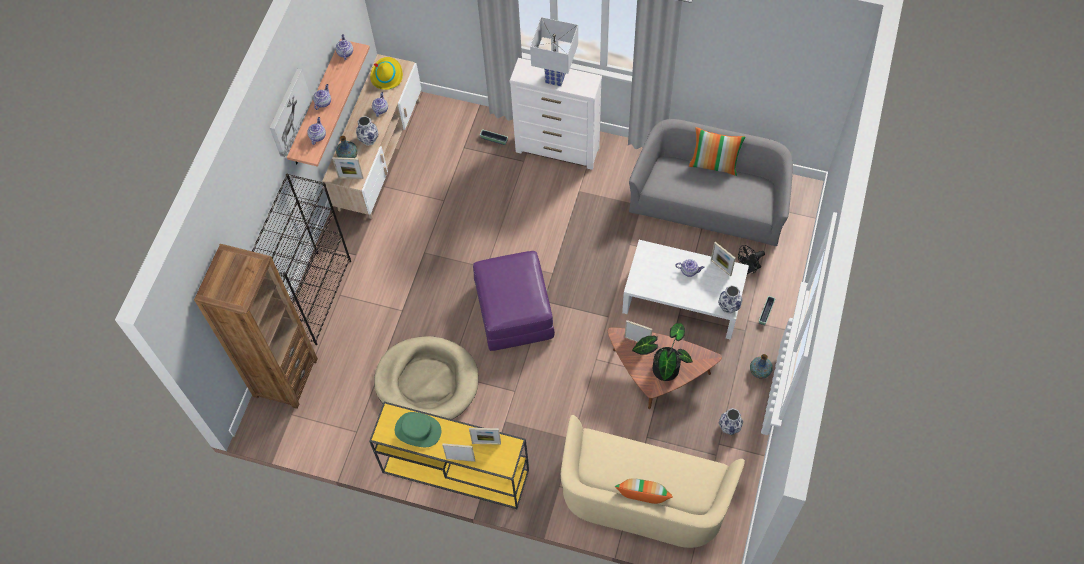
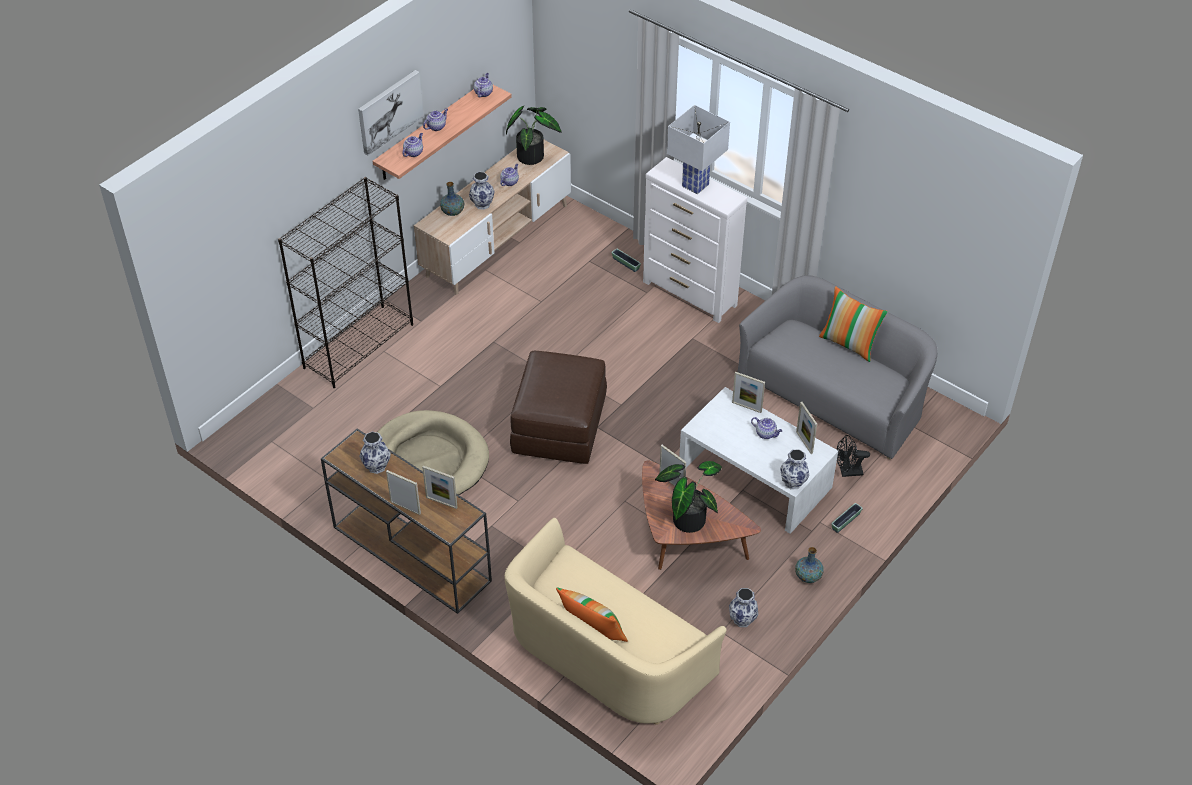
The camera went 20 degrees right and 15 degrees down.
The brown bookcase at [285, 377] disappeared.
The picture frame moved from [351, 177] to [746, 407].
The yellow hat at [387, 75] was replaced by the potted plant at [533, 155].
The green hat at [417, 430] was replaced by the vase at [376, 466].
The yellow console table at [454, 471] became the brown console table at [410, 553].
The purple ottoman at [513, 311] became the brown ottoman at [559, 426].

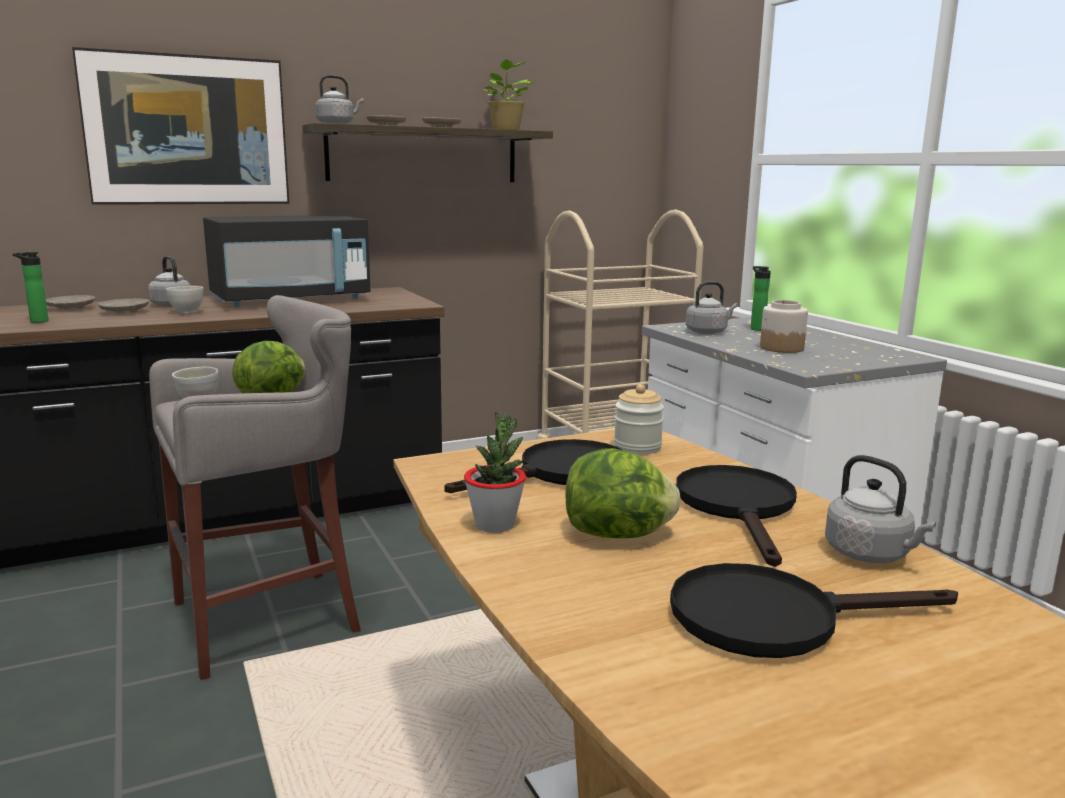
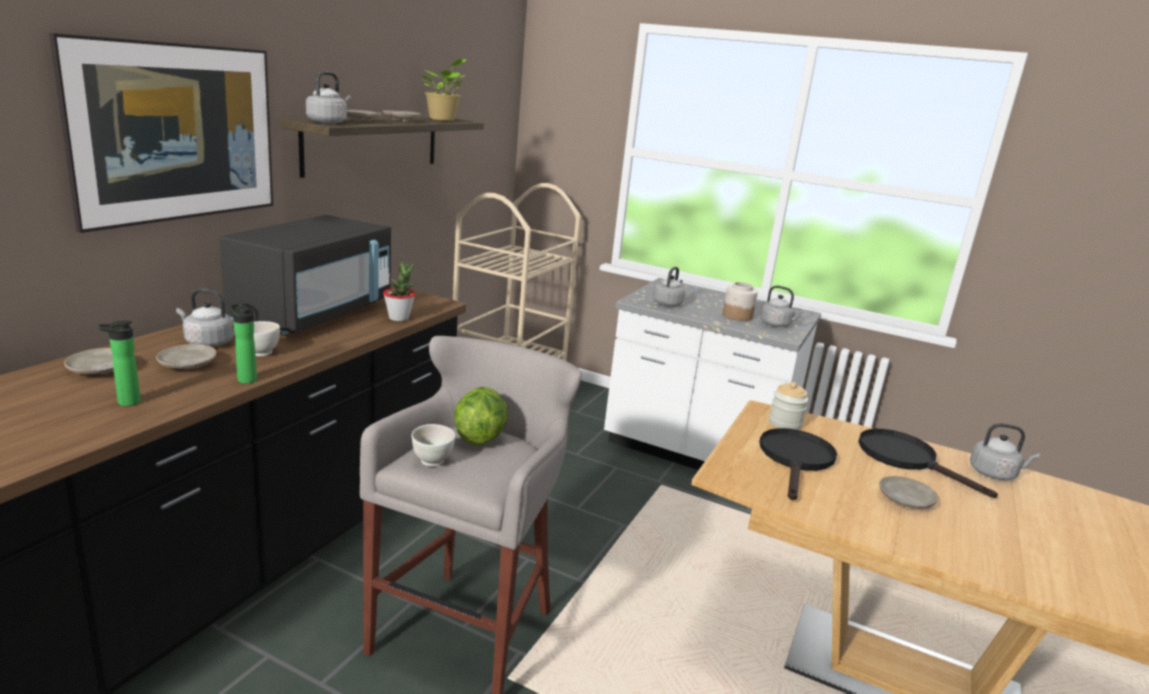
The camera went 40 degrees left and 5 degrees up.
The black frying pan at [774, 617] disappeared.
The grey kettle at [777, 325] appeared.
The potted plant moved from [495, 525] to [399, 318].
The bottle moved from [756, 329] to [245, 379].
The lettuce at [618, 535] was replaced by the beige plate at [904, 500].

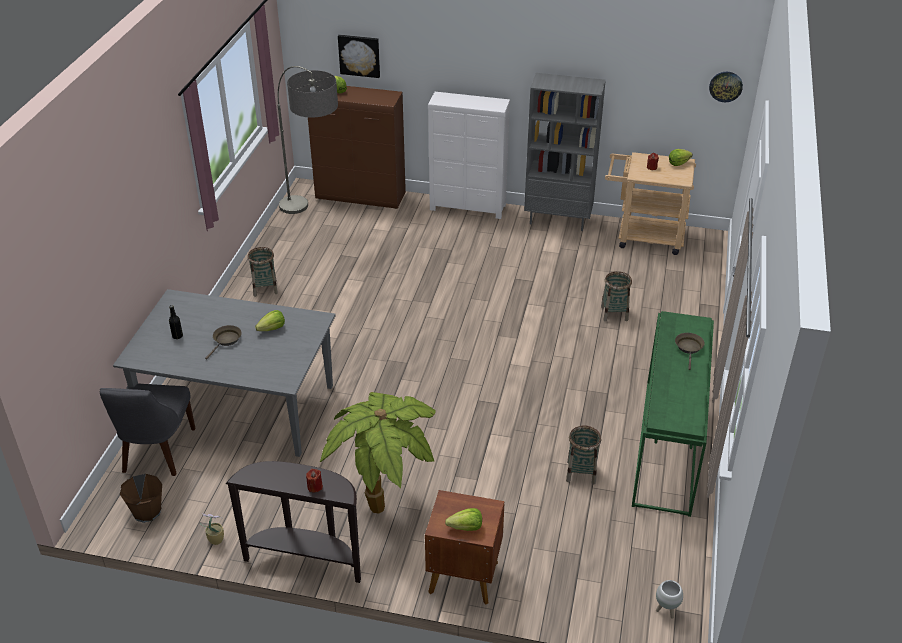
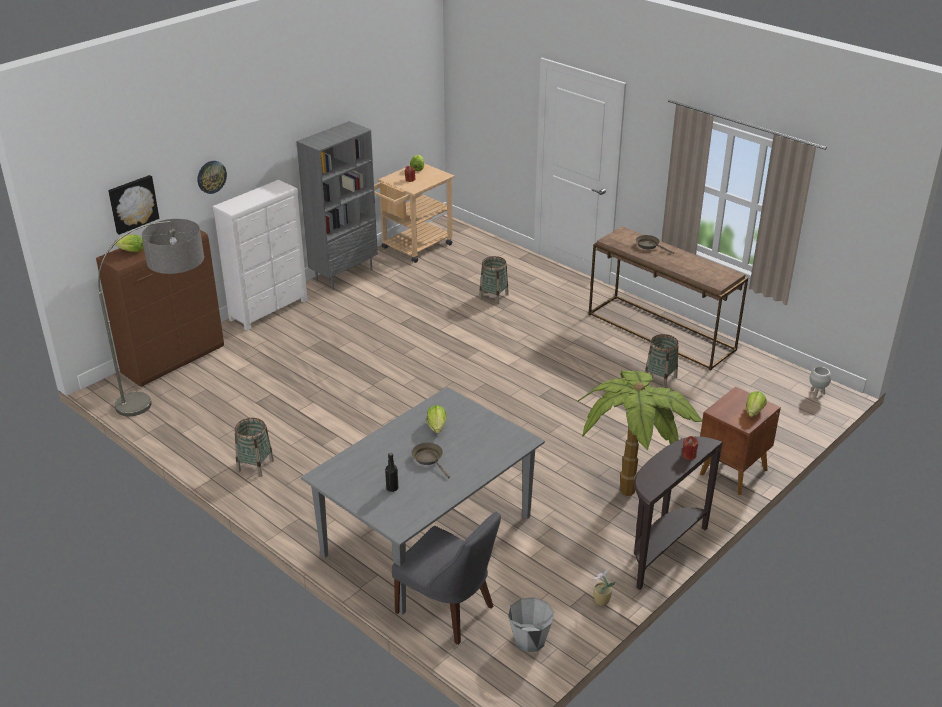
The camera went 60 degrees left and 5 degrees down.
The wall clock moved from [725, 86] to [211, 176].
The brown bucket at [146, 511] became the grey bucket at [530, 640].
The green console table at [668, 447] became the brown console table at [662, 332].

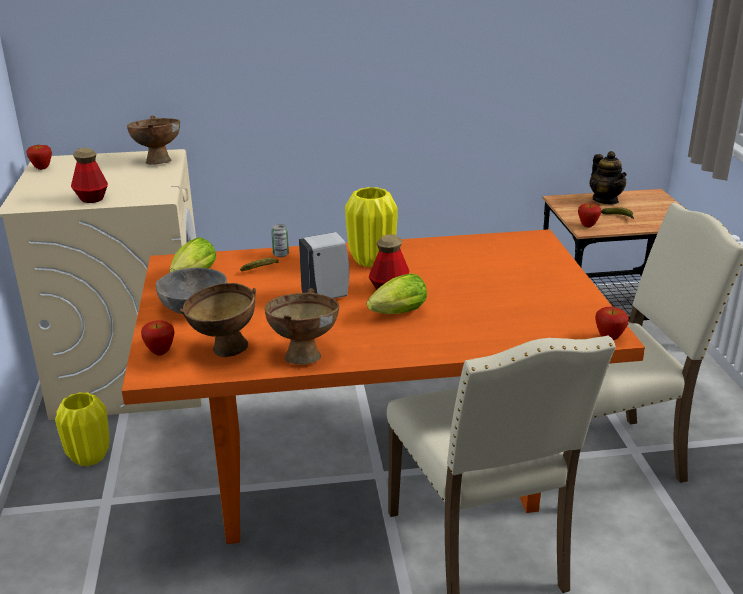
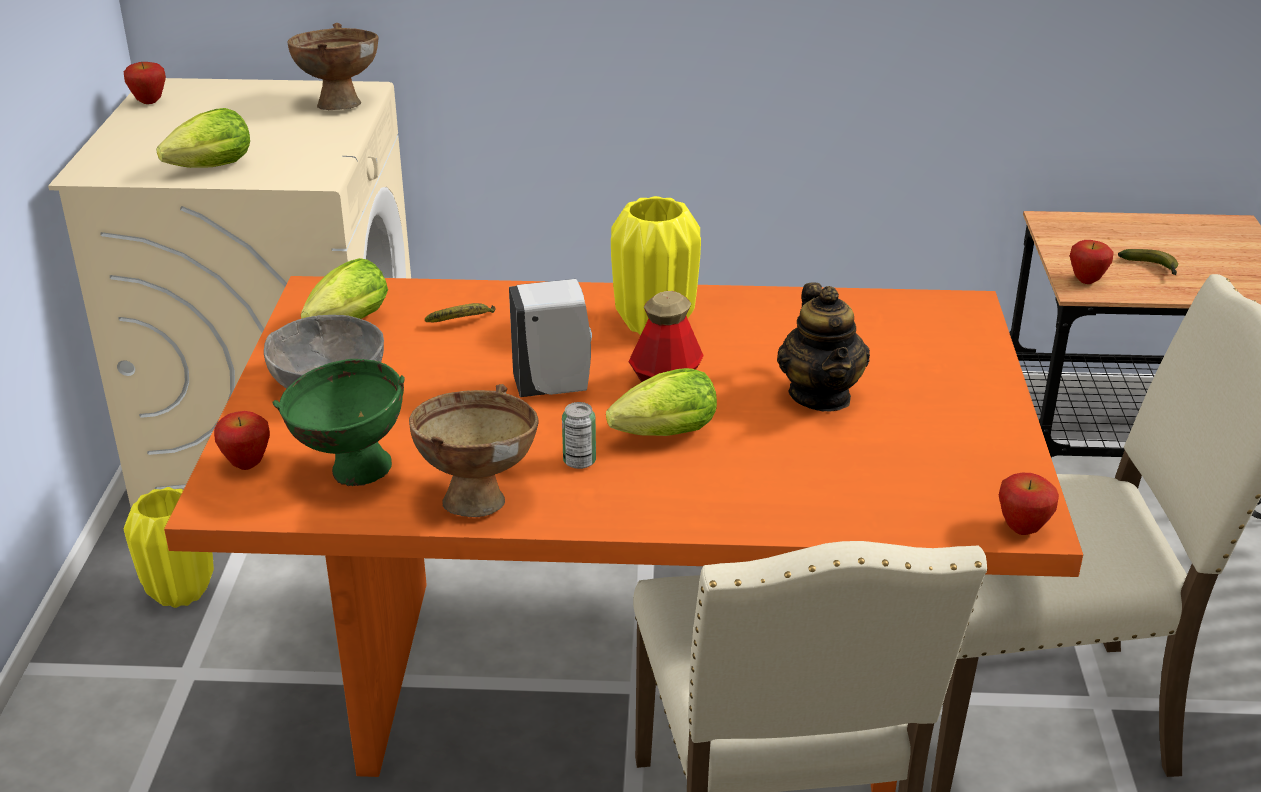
The camera went 10 degrees right and 5 degrees up.
The can moved from [281, 254] to [579, 461].
The teapot moved from [605, 200] to [820, 395].
The bottle at [91, 199] was replaced by the lettuce at [207, 169].
The brown bowl at [222, 350] became the green bowl at [348, 471].

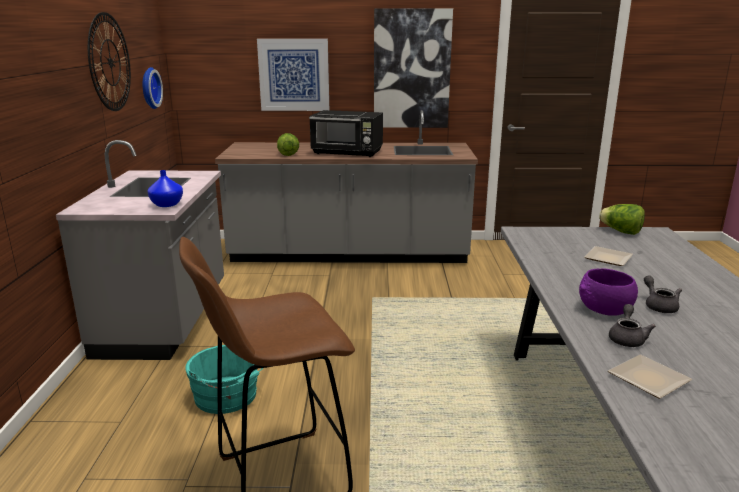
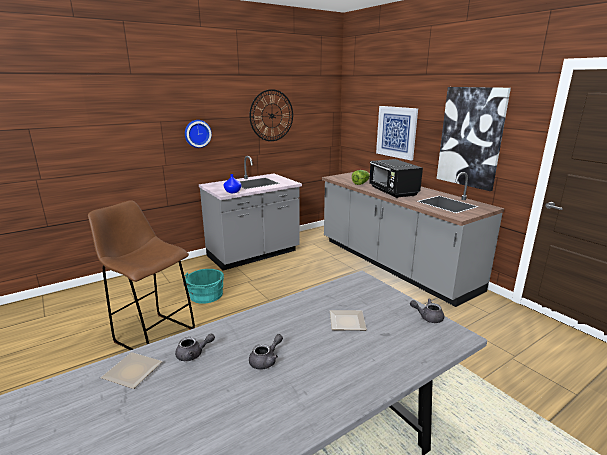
The camera went 55 degrees right and 0 degrees up.
The purple bowl at [604, 310] disappeared.
The wall clock moved from [149, 88] to [197, 133].
The lettuce at [621, 231] was replaced by the grey teapot at [427, 317].

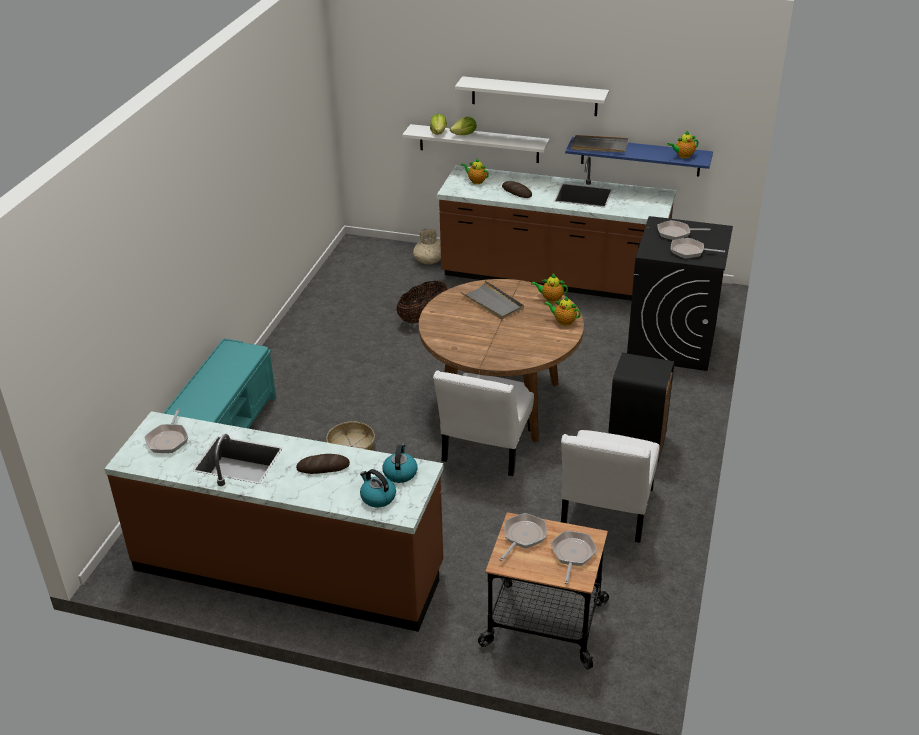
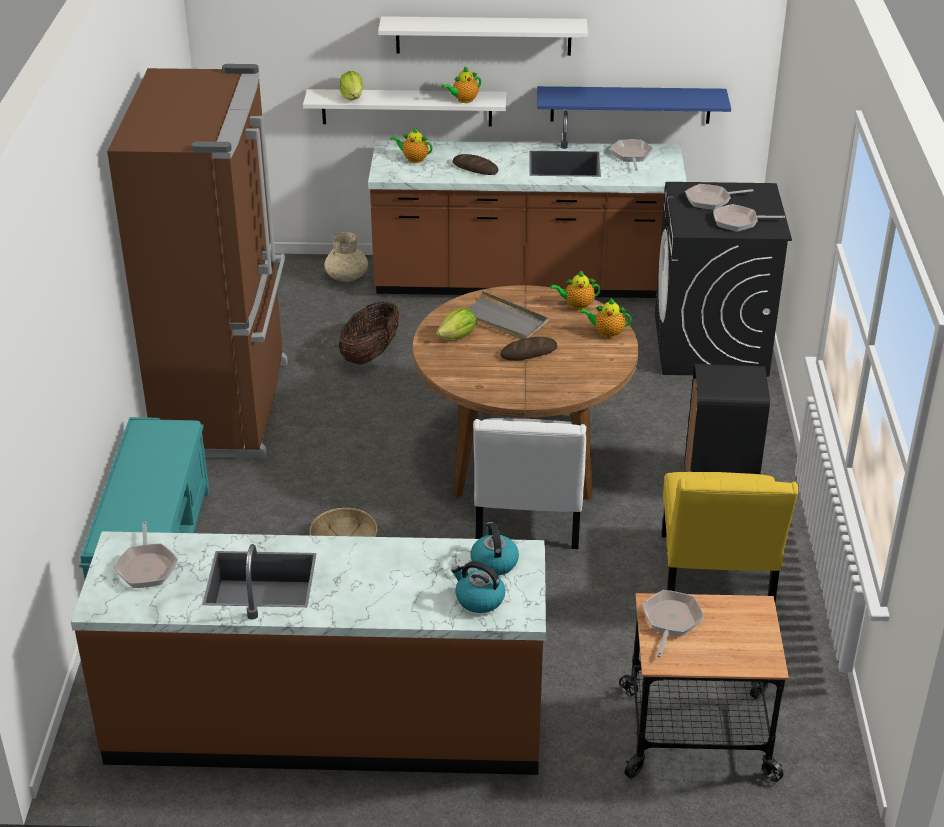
The camera went 15 degrees left and 0 degrees up.
The grey tray at [599, 146] disappeared.
The brown fridge at [227, 407] appeared.
The bread moved from [323, 467] to [528, 352].
The lettuce moved from [464, 134] to [458, 336].
The frying pan moved from [572, 555] to [631, 156].
The teapot moved from [683, 156] to [463, 100].
The white chair at [605, 512] became the yellow chair at [716, 577].

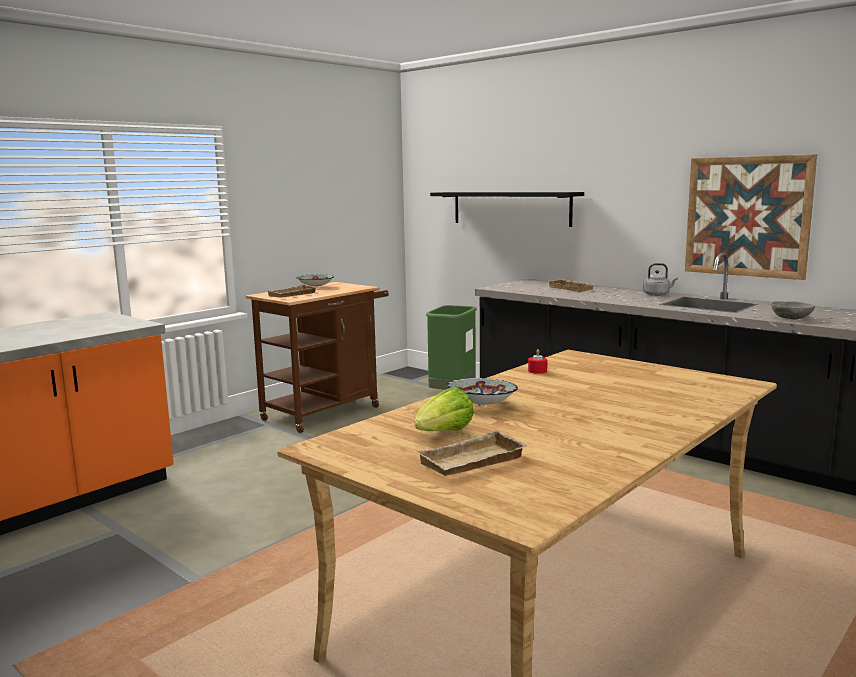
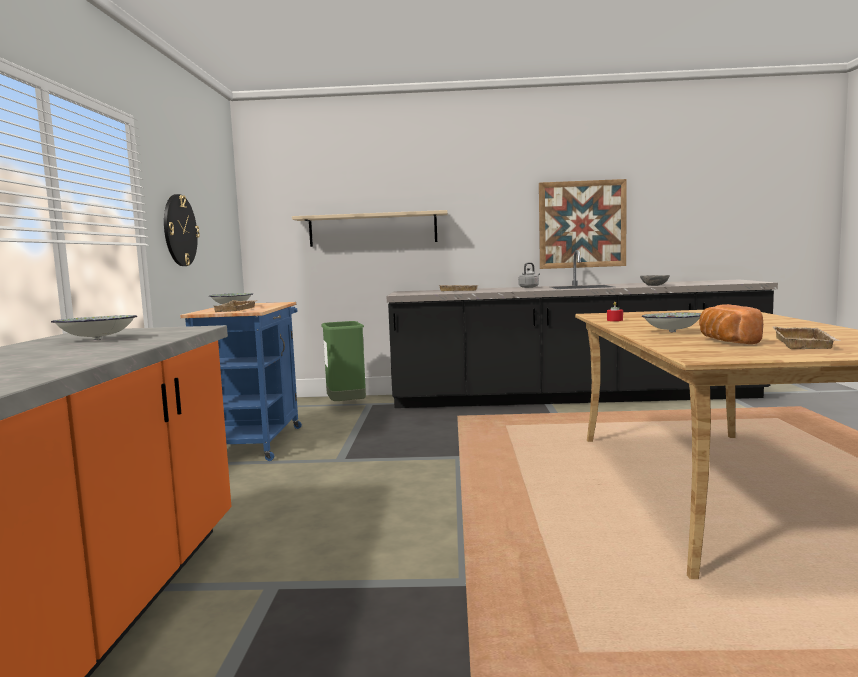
The camera went 40 degrees left and 5 degrees down.
The bowl at [97, 339] appeared.
The wall clock at [179, 230] appeared.
The lettuce at [443, 434] was replaced by the bread at [726, 341].
The brown cart at [326, 411] became the blue cart at [255, 441].
The black shelf at [510, 208] became the beige shelf at [373, 229].

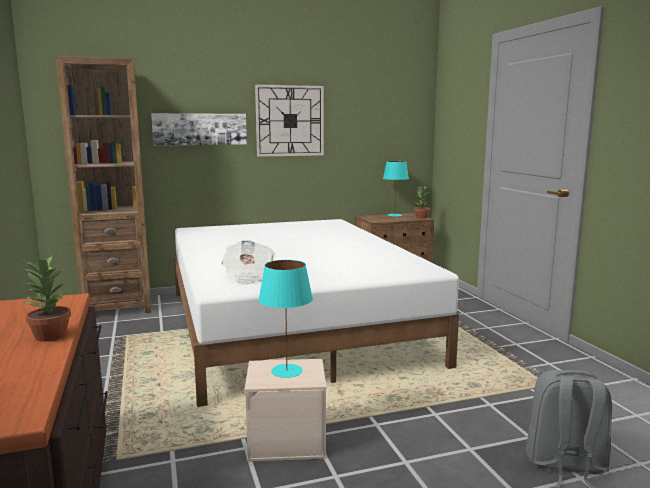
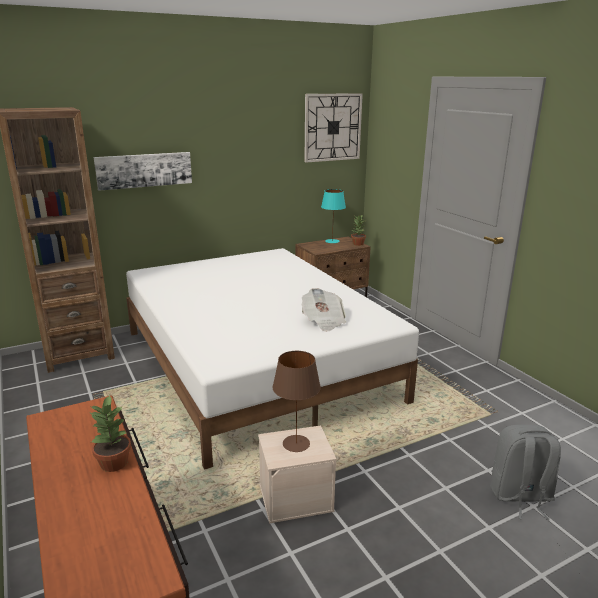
The camera went 10 degrees left and 10 degrees up.
The newspaper moved from [249, 277] to [323, 321].
The wall clock moved from [290, 121] to [332, 127].
The turquoise table lamp at [286, 371] became the brown table lamp at [296, 444].

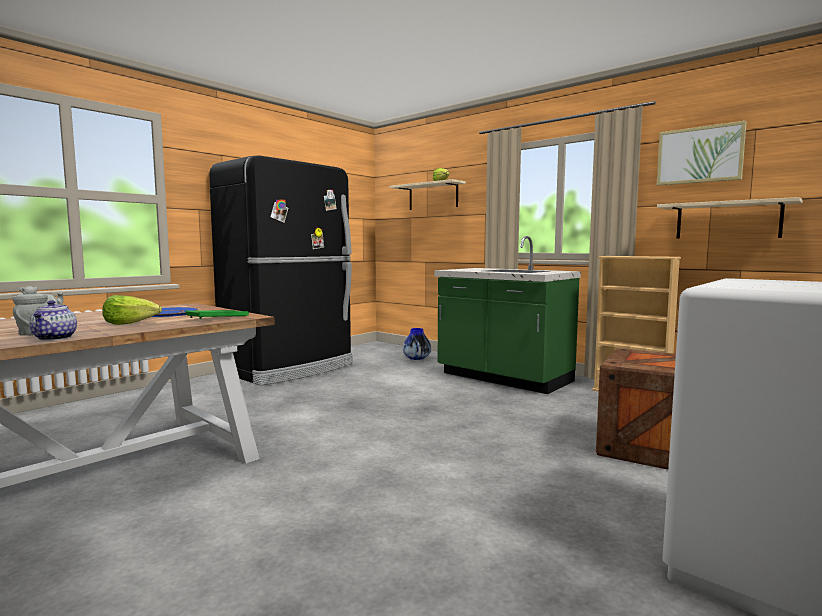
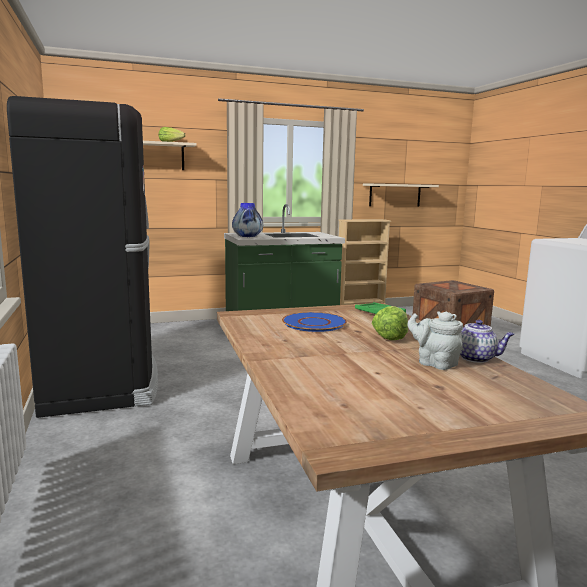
The camera went 60 degrees left and 5 degrees up.
The picture at [699, 155] disappeared.
The vase moved from [416, 359] to [247, 236].

